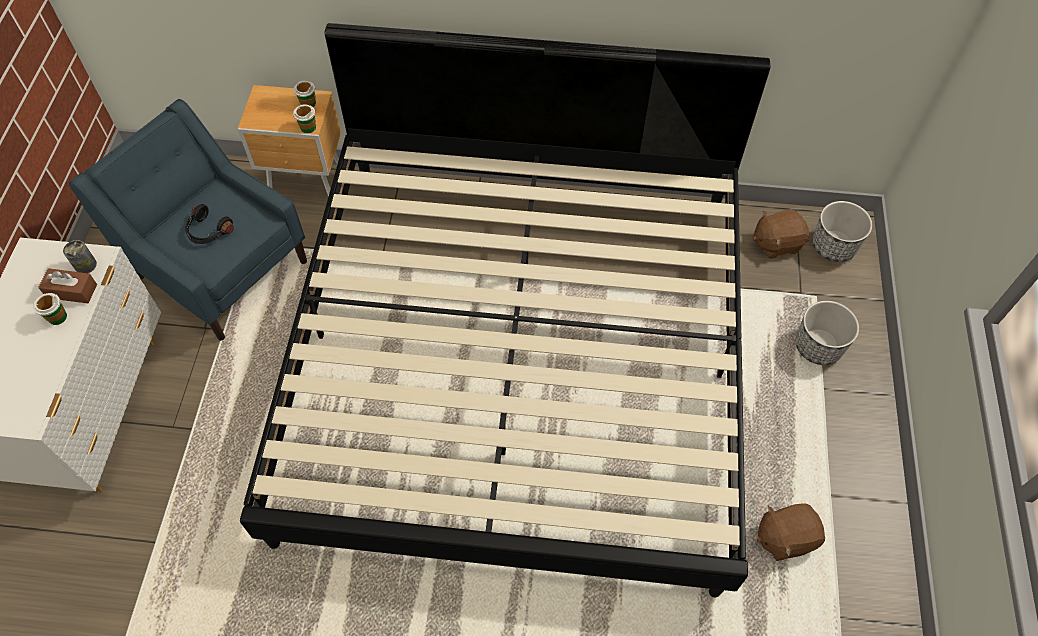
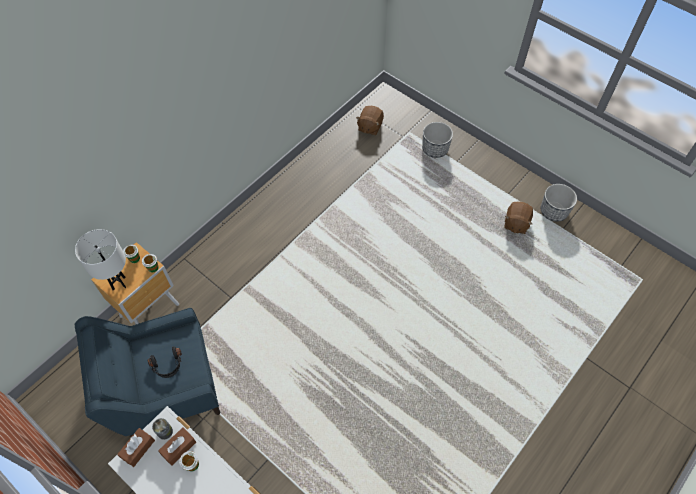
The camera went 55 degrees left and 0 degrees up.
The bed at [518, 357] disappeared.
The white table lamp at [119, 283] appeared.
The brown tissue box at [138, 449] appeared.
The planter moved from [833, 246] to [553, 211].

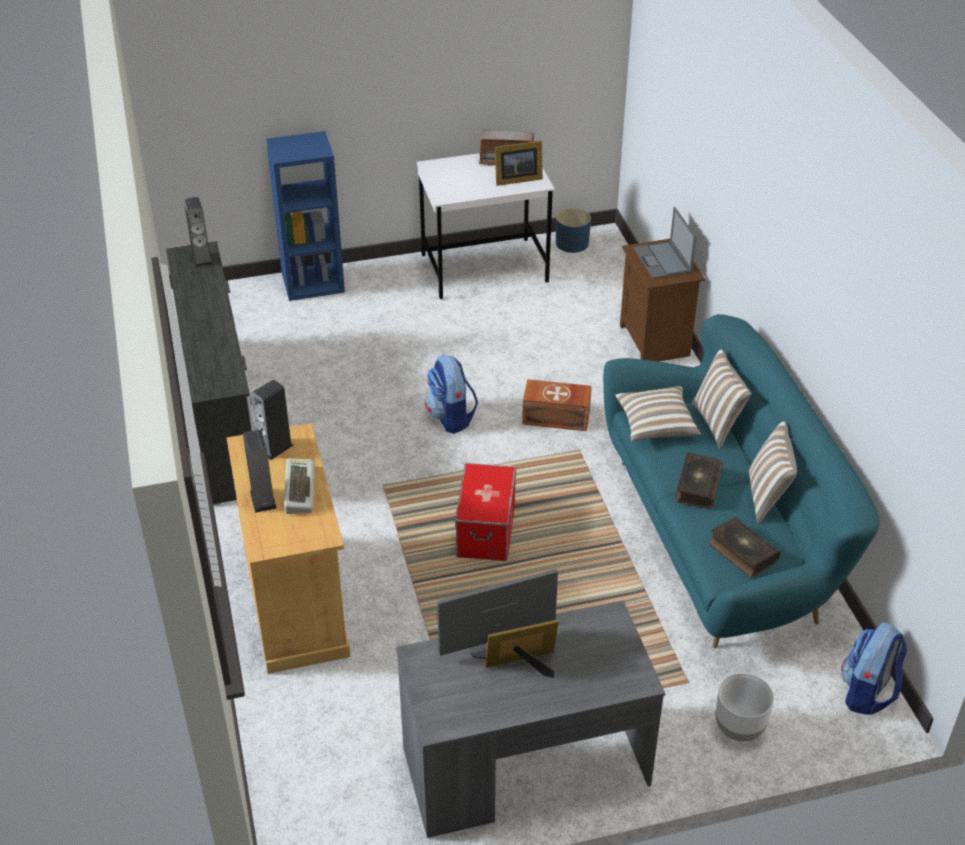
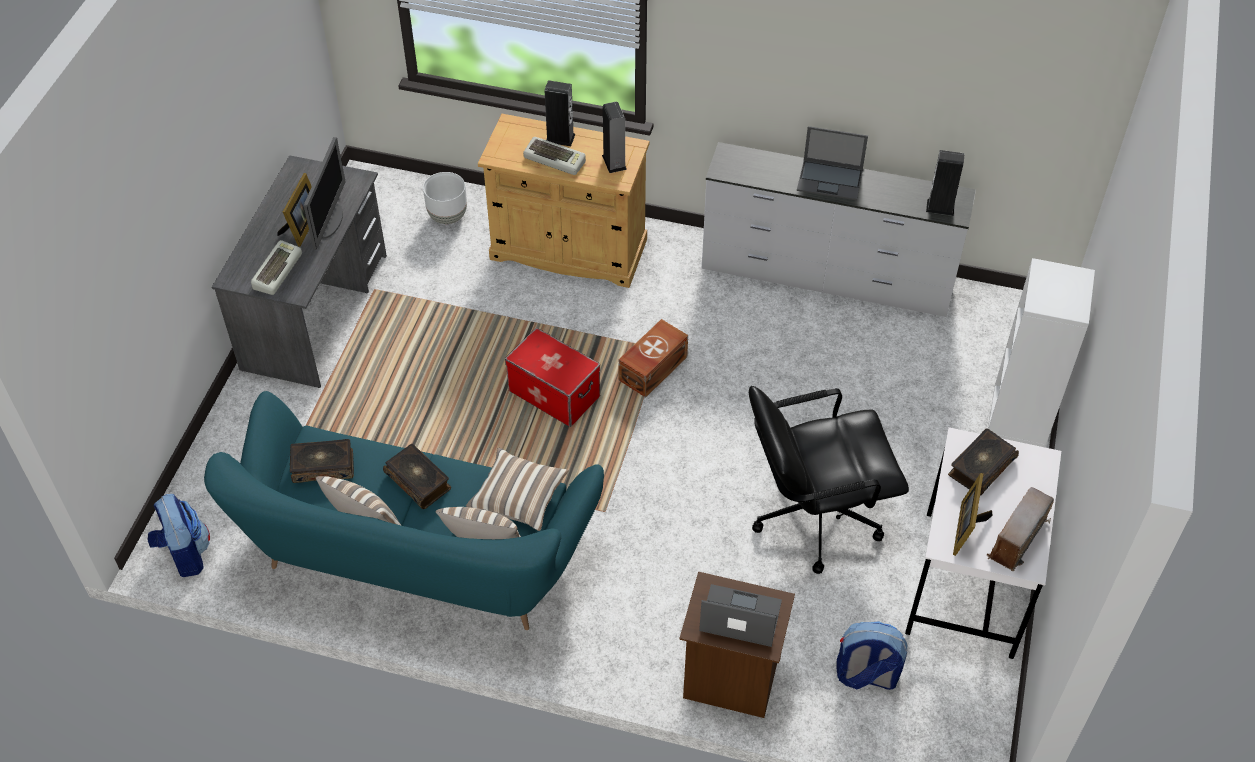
The camera went 120 degrees right and 10 degrees up.
The blue planter at [572, 243] disappeared.
The keyboard at [276, 270] appeared.
The black office chair at [814, 516] appeared.
The laptop at [830, 180] appeared.
The book at [980, 467] appeared.
The backpack moved from [451, 417] to [866, 675].
The brown storage box moved from [557, 418] to [651, 369].
The white planter moved from [739, 729] to [447, 216].
The blue bookcase at [313, 282] became the white bookcase at [1020, 416].

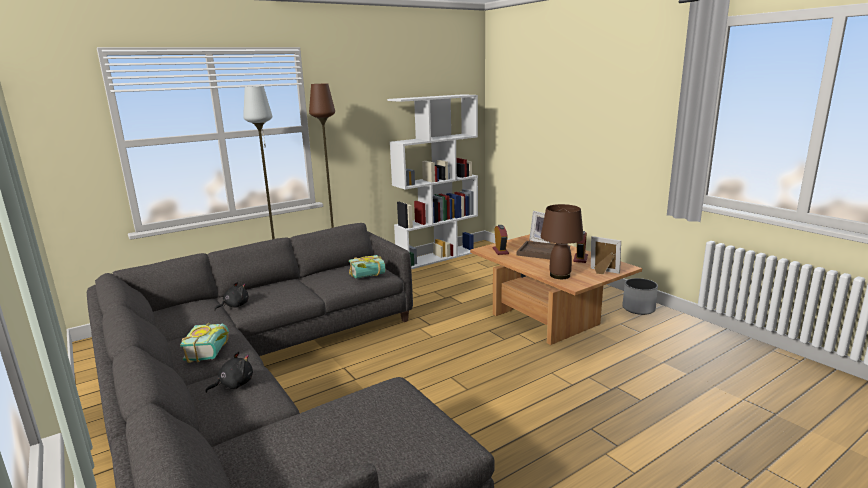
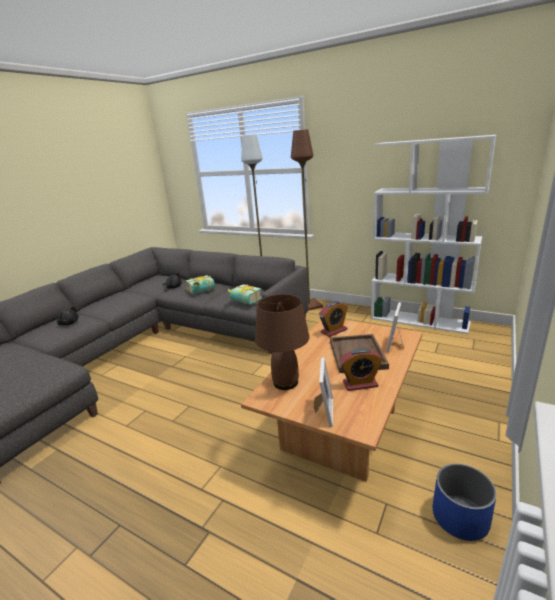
The camera went 65 degrees right and 5 degrees up.
The book moved from [212, 351] to [202, 291].
The white planter at [638, 308] became the blue planter at [460, 517].

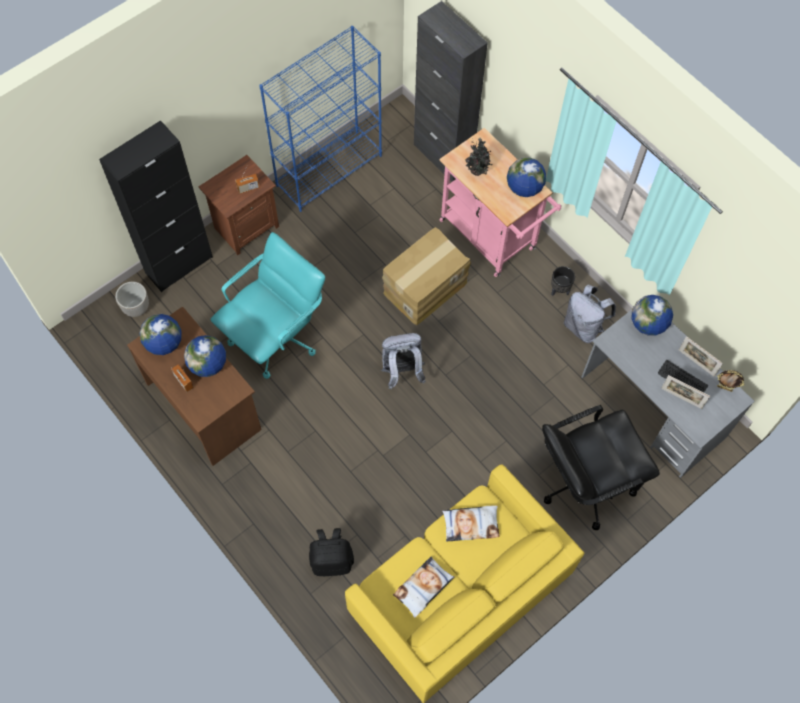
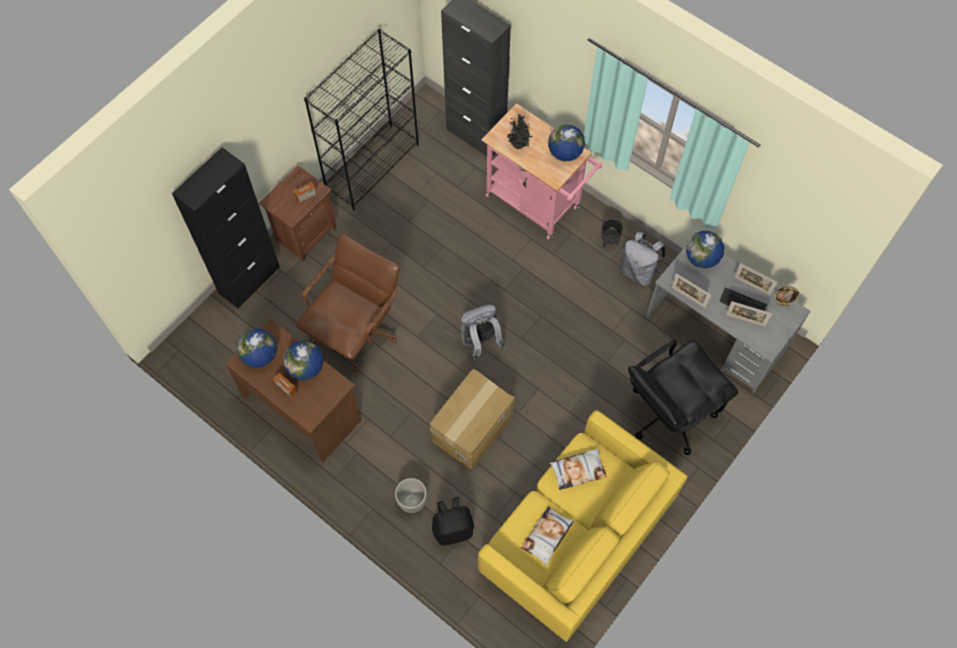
The camera went 10 degrees left and 0 degrees up.
The picture frame at [688, 297] appeared.
The planter moved from [136, 307] to [412, 501].
The cardboard box moved from [424, 287] to [471, 427].
The turquoise office chair at [276, 337] became the brown office chair at [356, 331].
The blue bookcase at [329, 170] became the black bookcase at [372, 166].

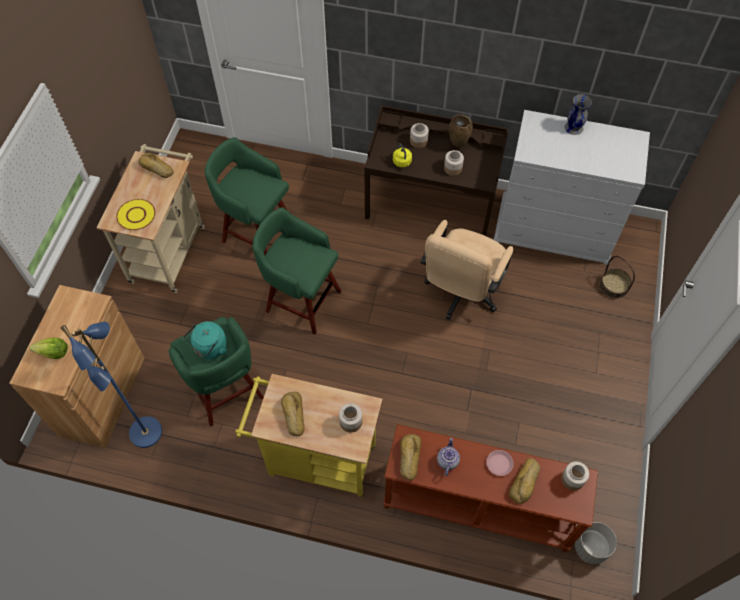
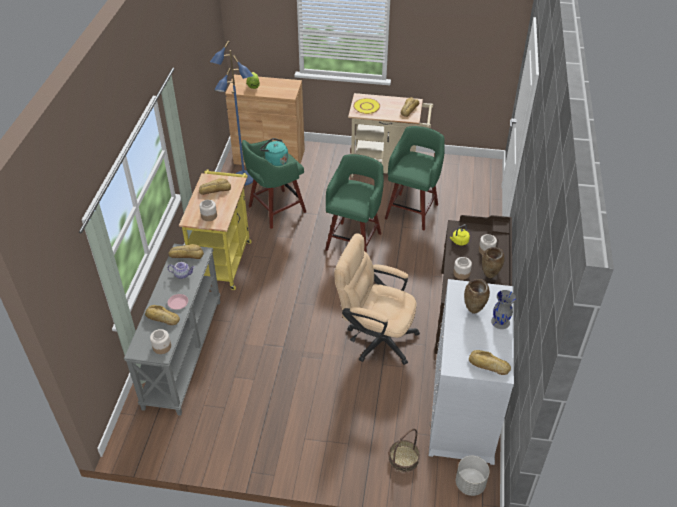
The camera went 85 degrees right and 15 degrees down.
The brown vase at [473, 311] appeared.
The bread at [488, 366] appeared.
The grey planter moved from [590, 547] to [470, 483].
The brown console table at [477, 507] became the grey console table at [182, 352].

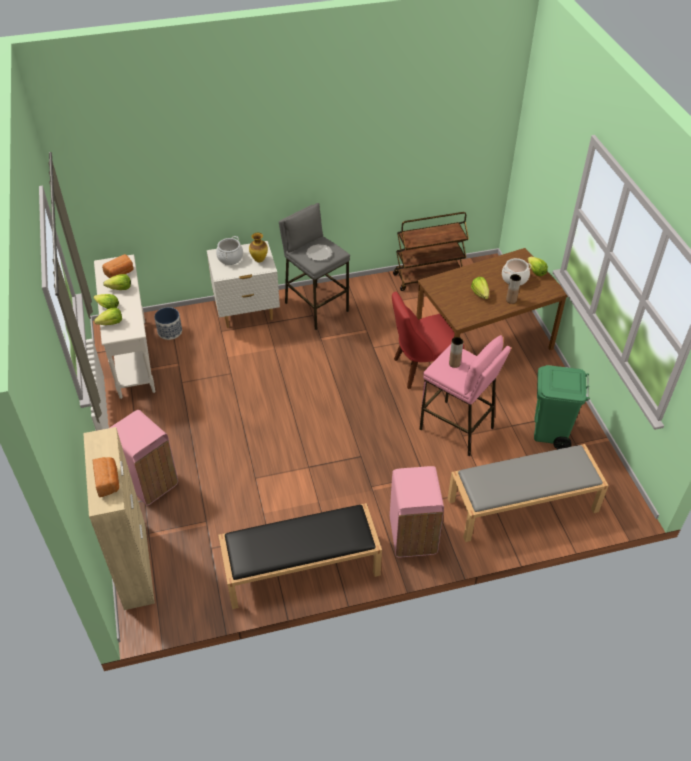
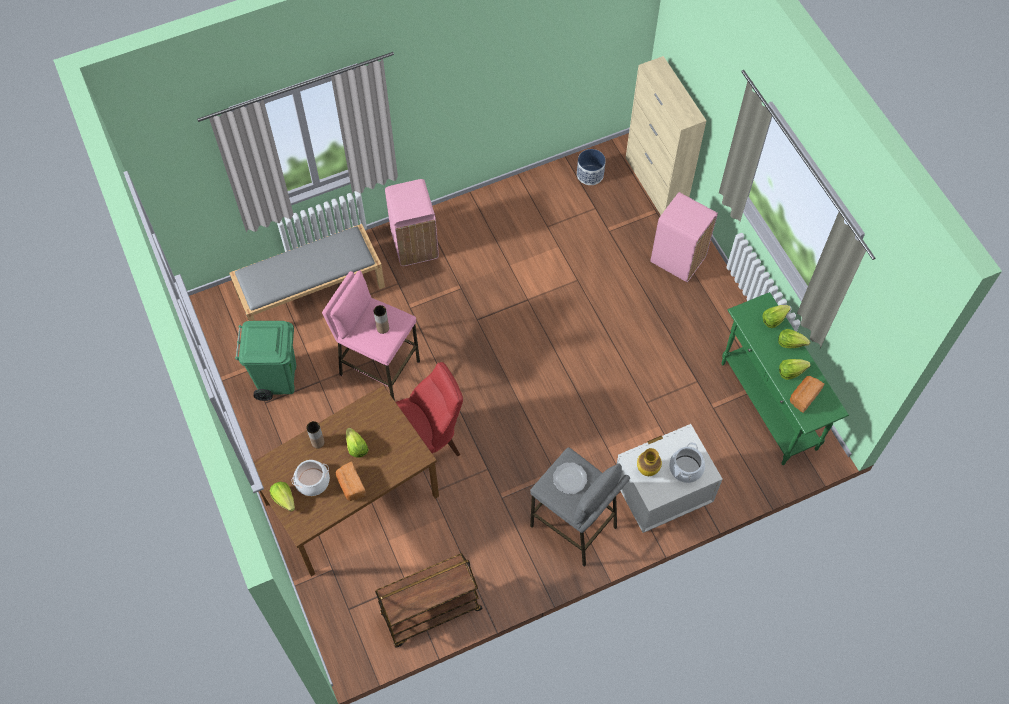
The camera went 170 degrees right and 15 degrees up.
The black bench at [300, 568] disappeared.
The bread moved from [108, 481] to [351, 486].
The planter moved from [170, 332] to [590, 174].
The white console table at [133, 358] became the green console table at [768, 406].

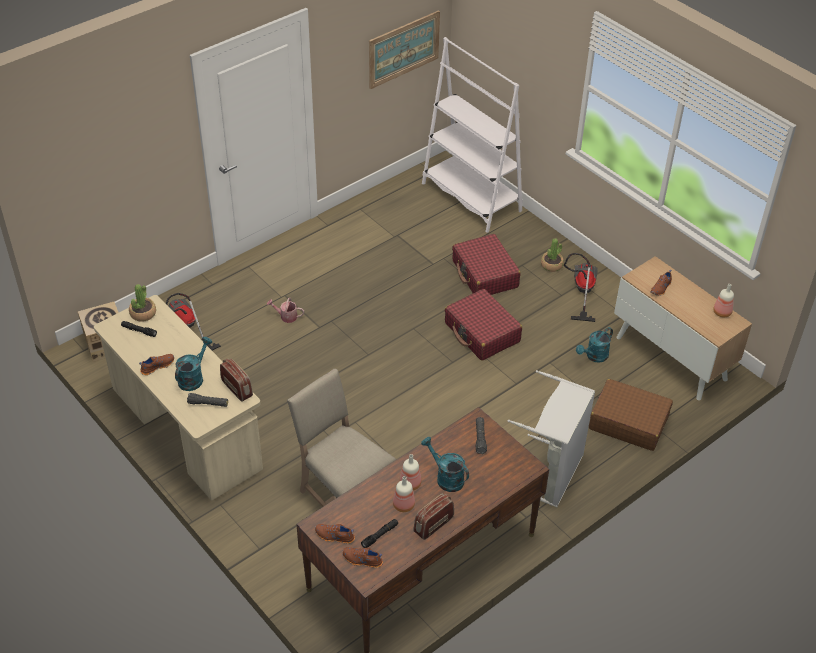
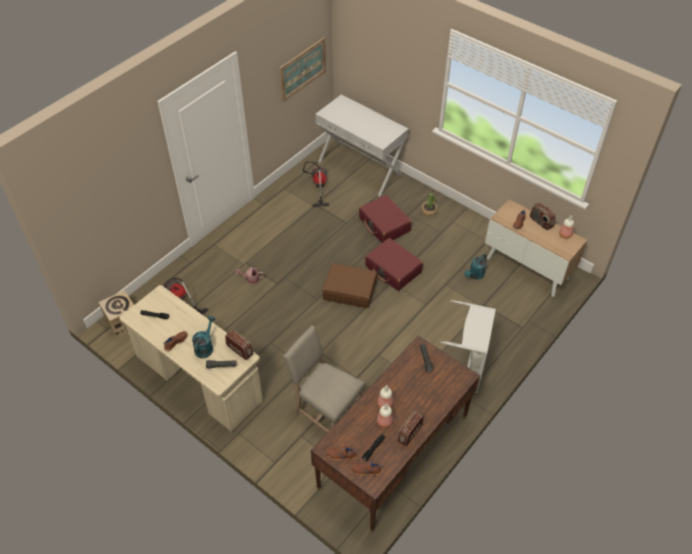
The camera went 10 degrees left and 5 degrees up.
The potted plant at [143, 313] disappeared.
The turquoise watering can at [446, 478] disappeared.
The radio at [541, 222] appeared.
The vacuum cleaner moved from [581, 291] to [318, 186].
The brown suitcase moved from [628, 422] to [349, 290].
The white bookcase at [471, 197] was replaced by the white console table at [360, 168].

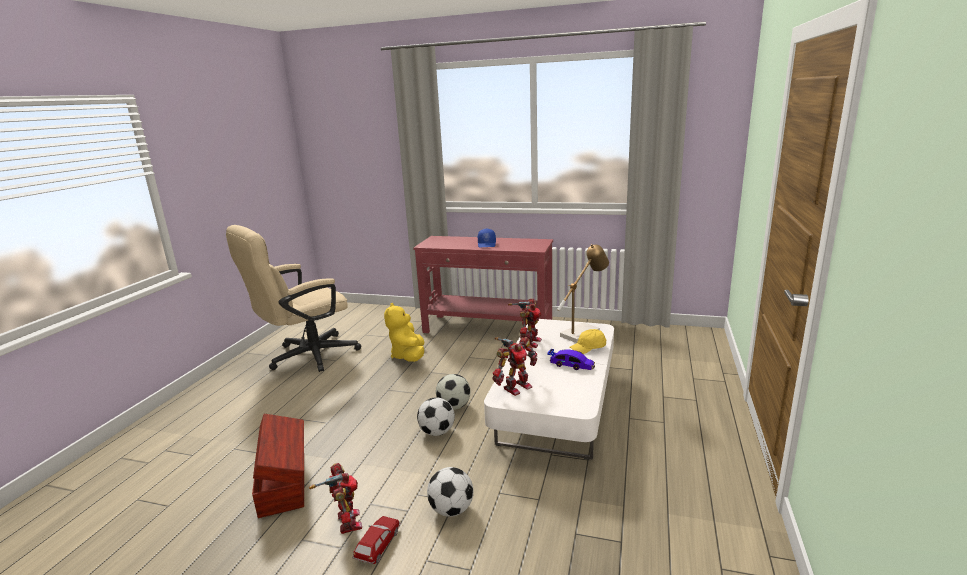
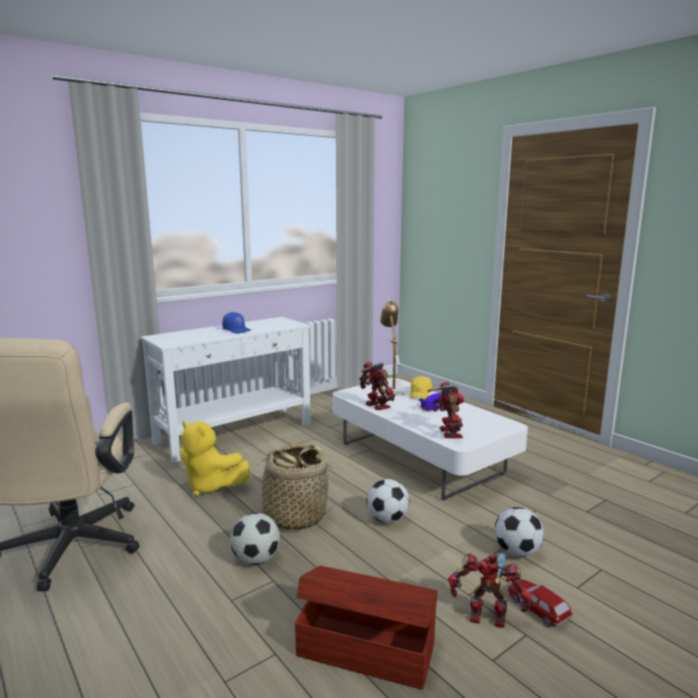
The camera went 55 degrees left and 5 degrees down.
The basket at [294, 516] appeared.
The football moved from [454, 406] to [256, 559].
The red console table at [488, 328] became the white console table at [235, 433].

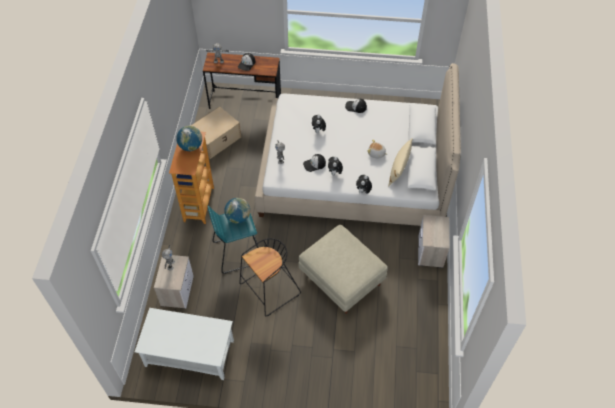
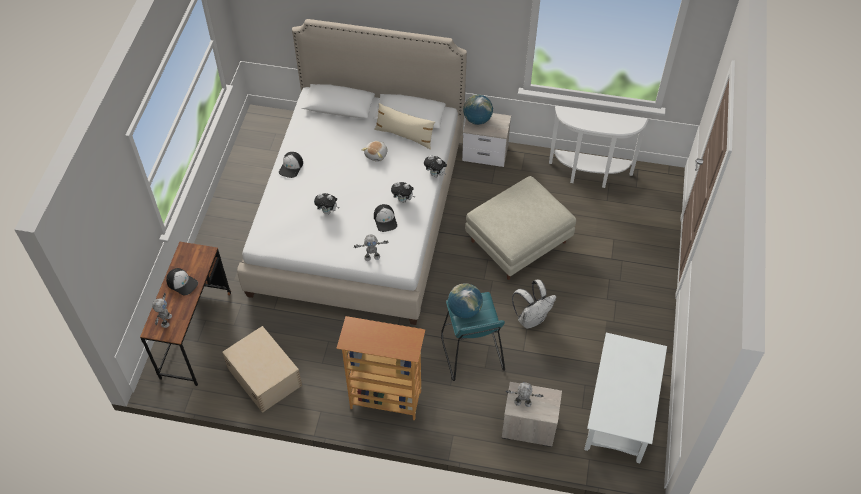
The camera went 85 degrees left and 0 degrees up.
The white console table at [589, 176] appeared.
The globe moved from [191, 147] to [477, 119].
The black stool at [269, 290] was replaced by the white backpack at [531, 318].

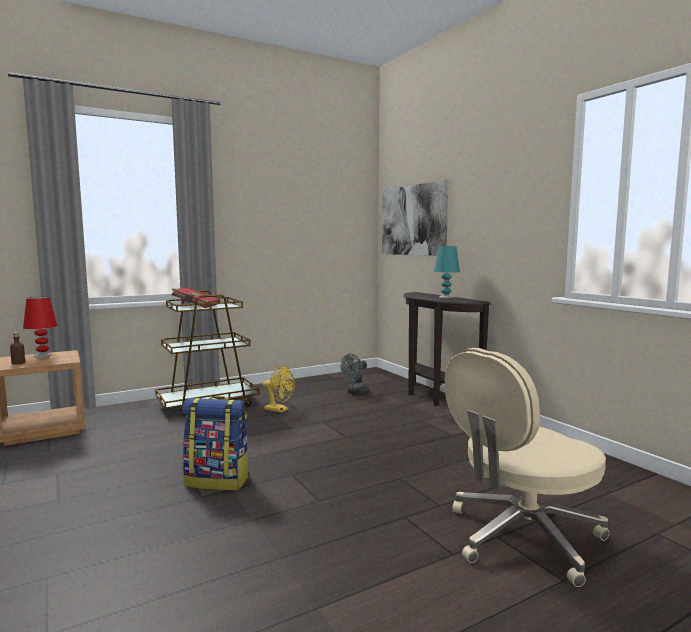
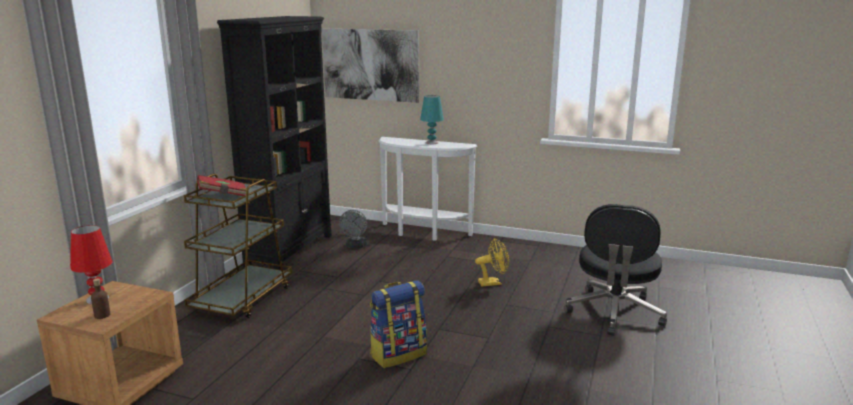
The camera went 40 degrees left and 10 degrees up.
The black bookcase at [290, 250] appeared.
The yellow fan moved from [279, 410] to [493, 283].
The brown console table at [434, 397] became the white console table at [423, 233].
The beige office chair at [522, 537] became the black office chair at [614, 313].

